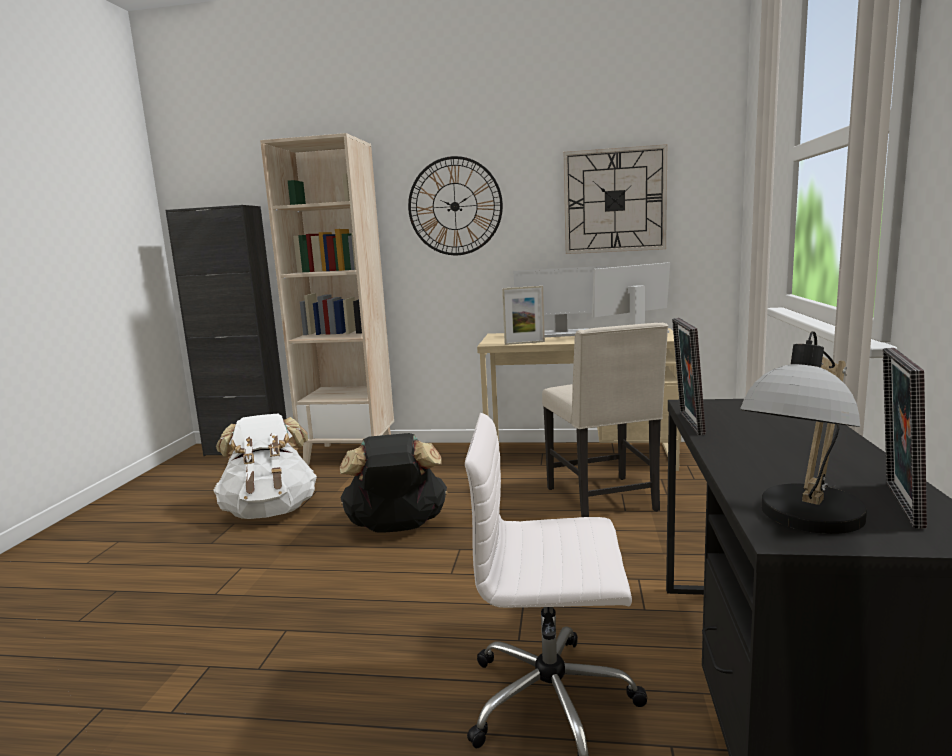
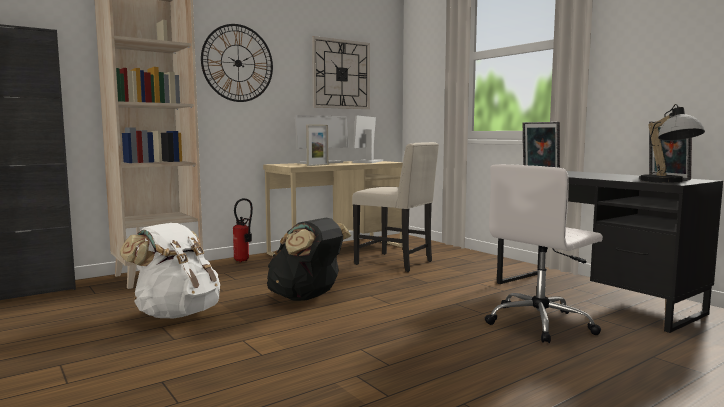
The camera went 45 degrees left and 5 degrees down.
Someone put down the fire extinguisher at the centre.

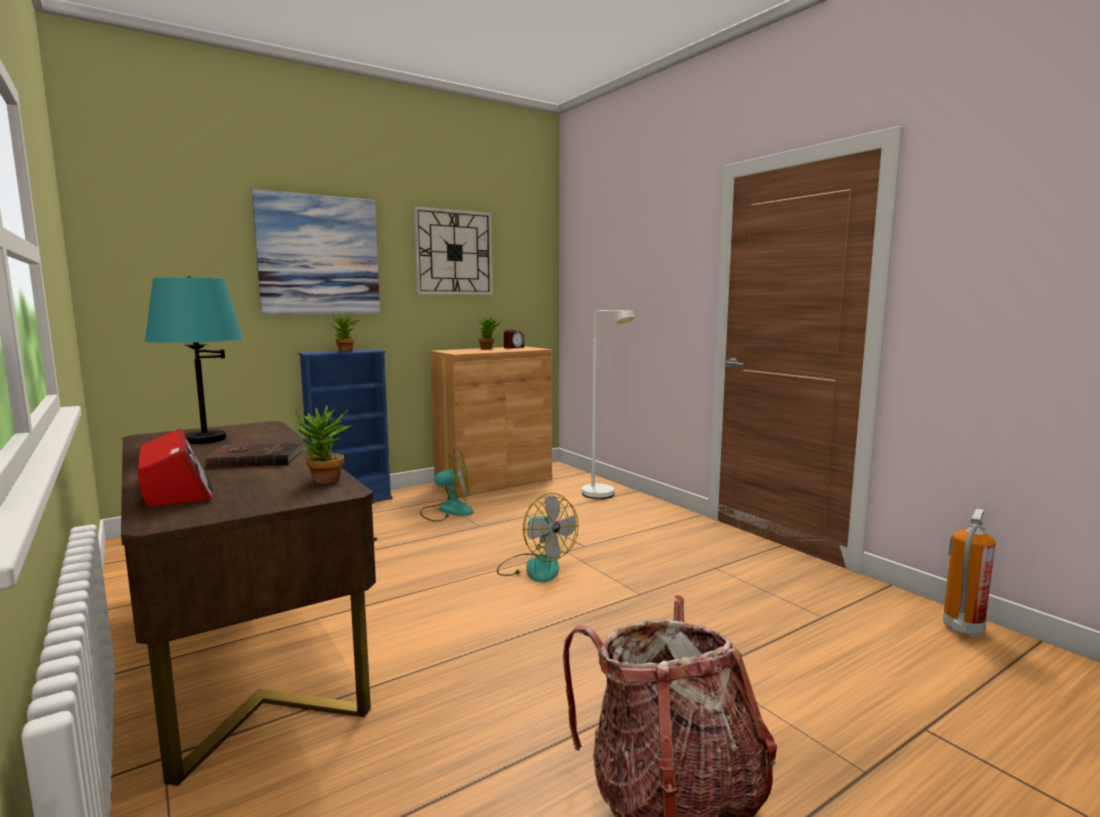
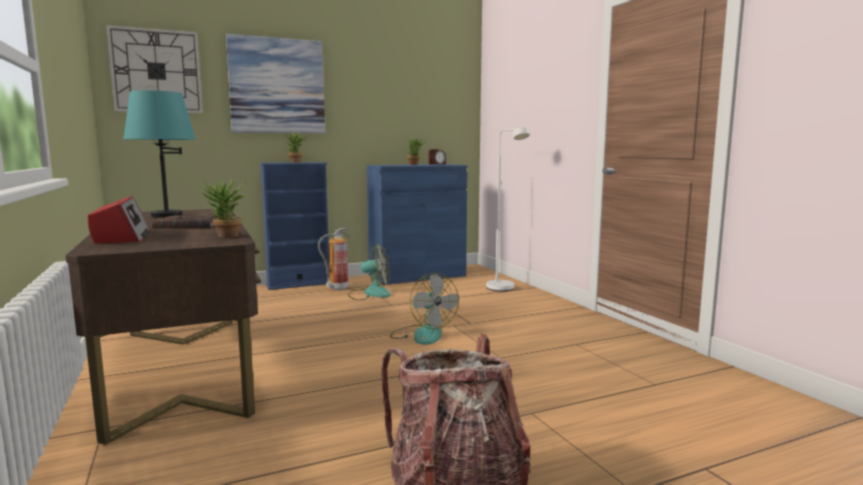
The camera went 10 degrees right and 0 degrees up.
Someone carried the clock on the wall from the top centre to the top left.
Someone repainted the cabinet (brown-coloured) at the centre, which became the cabinet (bluish) at the centre.
Someone carried the fire extinguisher from the bottom right to the centre.

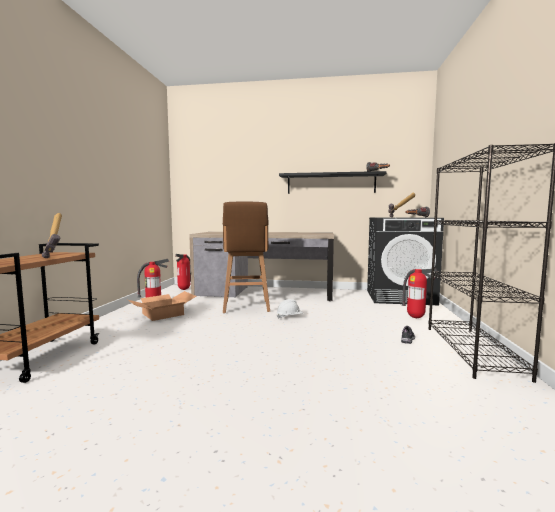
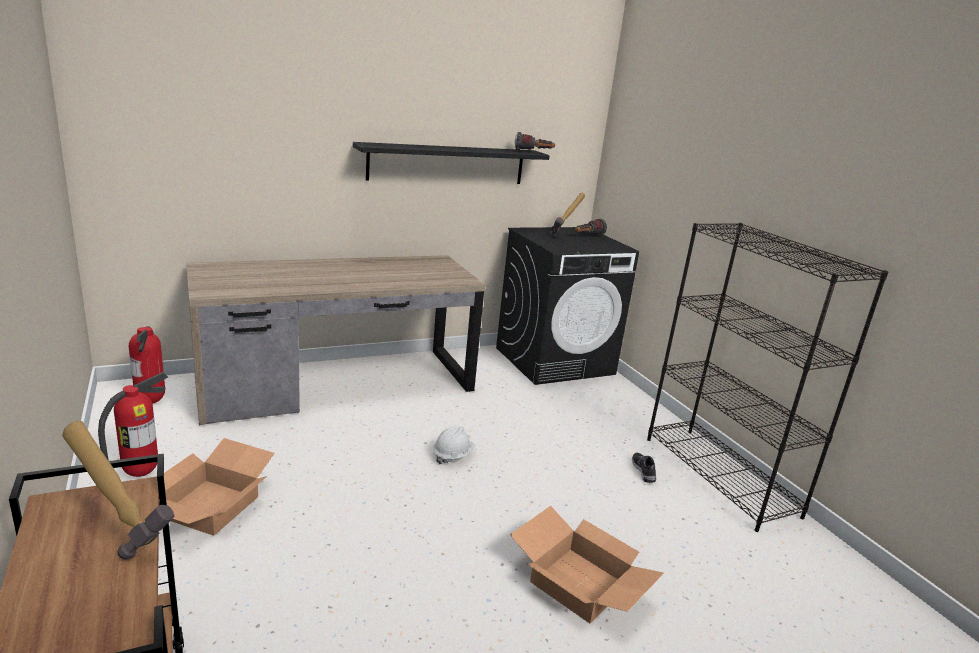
The camera went 35 degrees left and 15 degrees up.
Someone took away the stool (brown-coloured) at the centre.
Someone took away the fire extinguisher (3rd from left) at the middle right.
Someone put down the packing box (2nd from left) at the bottom centre.

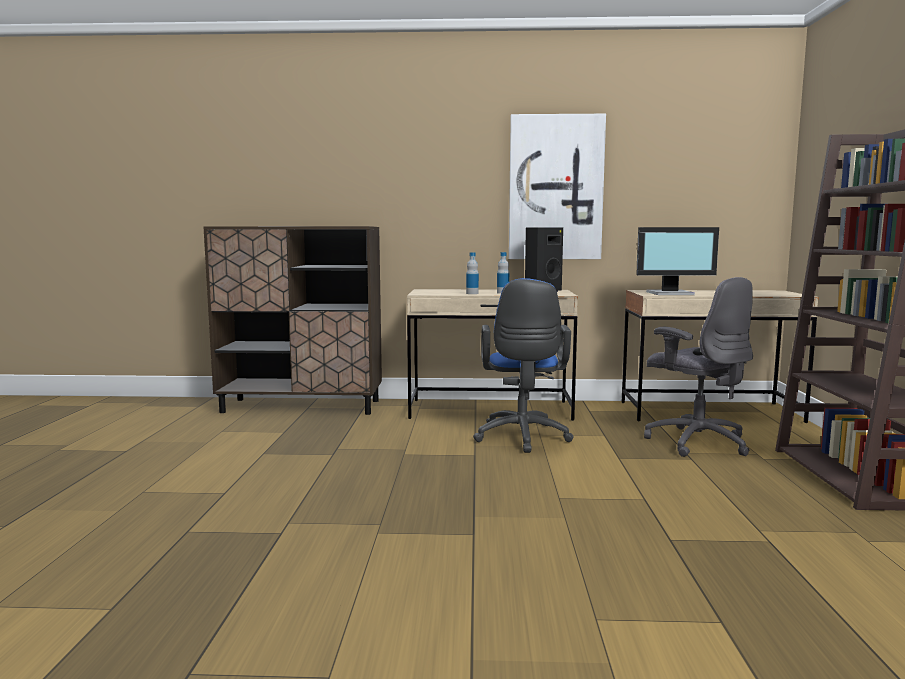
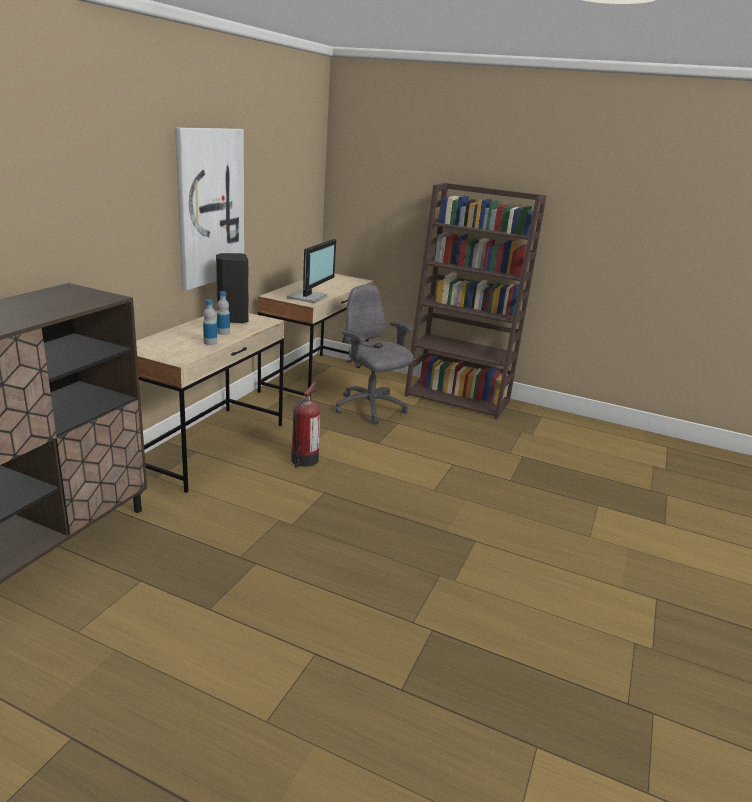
The camera went 70 degrees left and 15 degrees up.
Someone swapped the computer chair (bluish) at the centre for the fire extinguisher at the centre.
Someone rotated the computer chair (gray) at the middle right by 120 degrees counterclockwise.

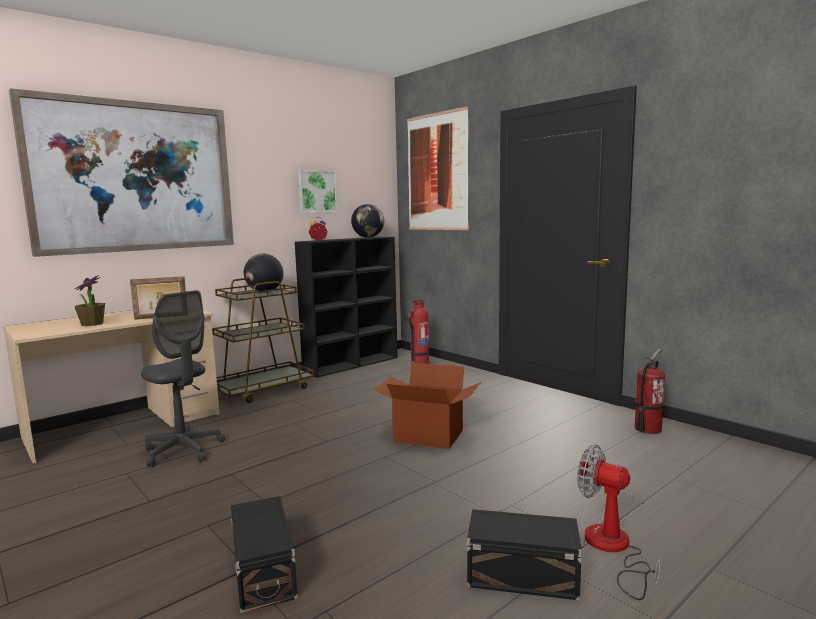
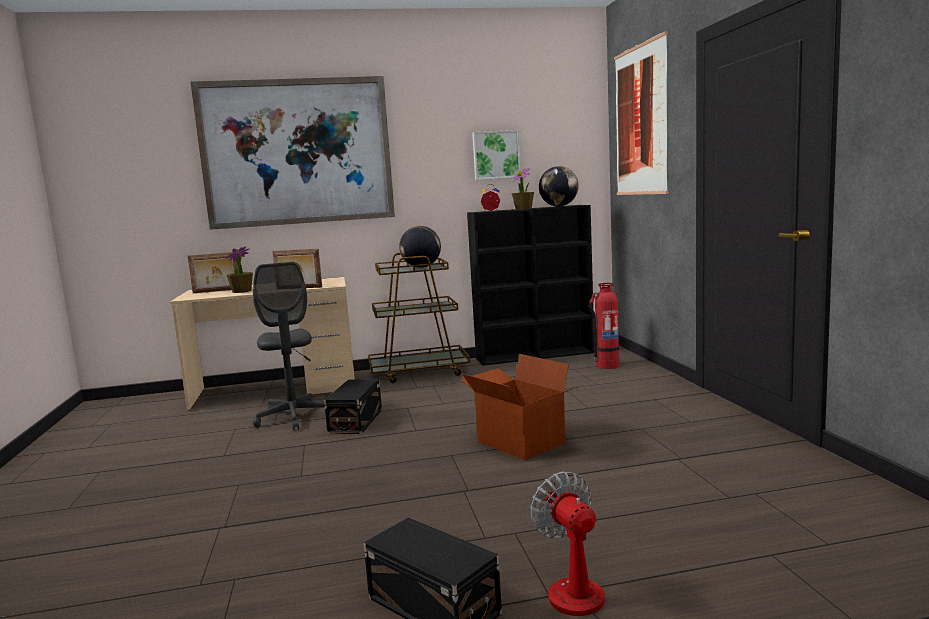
The camera went 30 degrees right and 0 degrees up.
Someone carried the storage bin (black-coloured) (1st from left) from the bottom left to the centre.
Someone took away the fire extinguisher (2nd from left) at the middle right.
Someone put down the standing frame (1st from left) at the middle left.
Someone put down the plant in a pot (2nd from left) at the top centre.

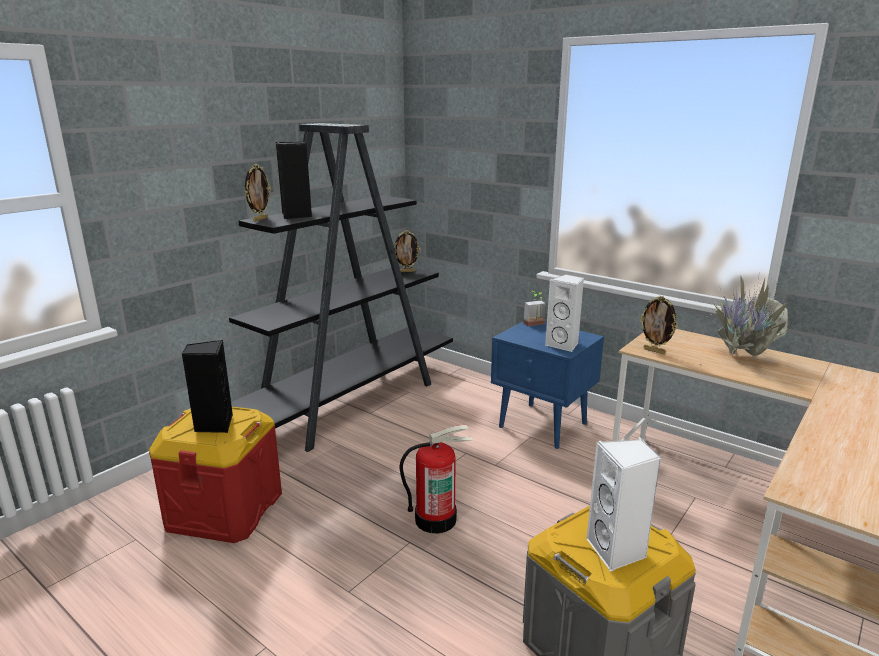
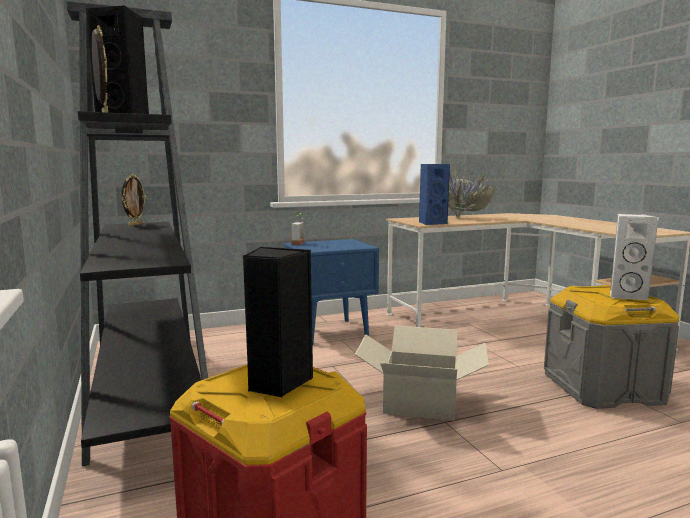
The camera went 60 degrees left and 10 degrees down.
Someone swapped the fire extinguisher at the bottom centre for the packing box at the bottom centre.
Someone took away the speaker (whitish) (1st from left) at the centre.
Someone swapped the standing frame (3rd from left) at the middle right for the speaker (bluish) at the centre.

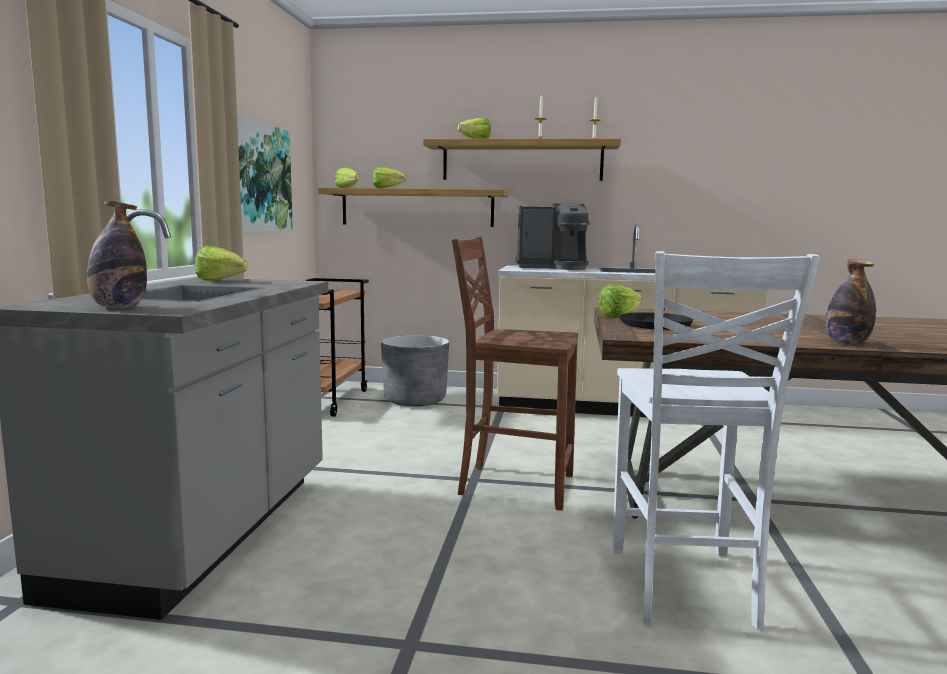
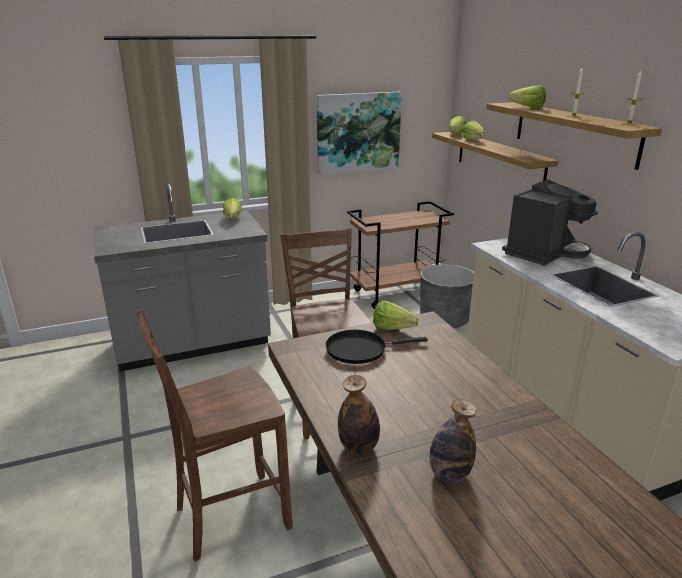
The camera went 60 degrees right and 15 degrees up.
Someone carried the bottle (1st from left in the first image) from the middle left to the bottom centre.
Someone rotated the coffee brewer at the centre by 105 degrees counterclockwise.
Someone repainted the plain chair (whitish) at the middle right, which became the plain chair (brown-coloured) (1st from left) at the bottom left.

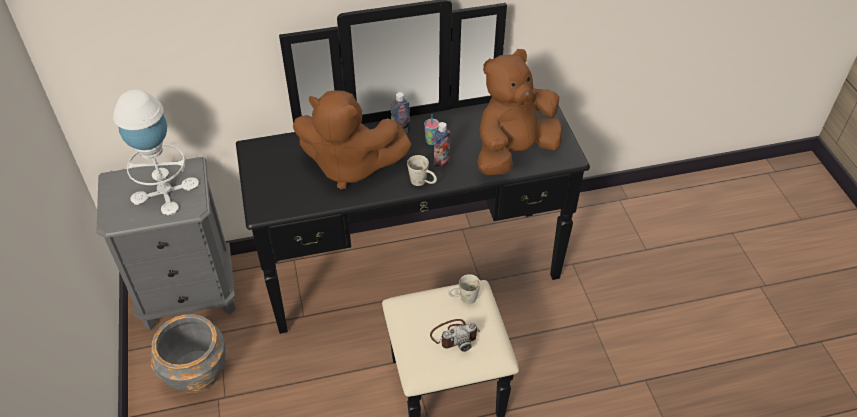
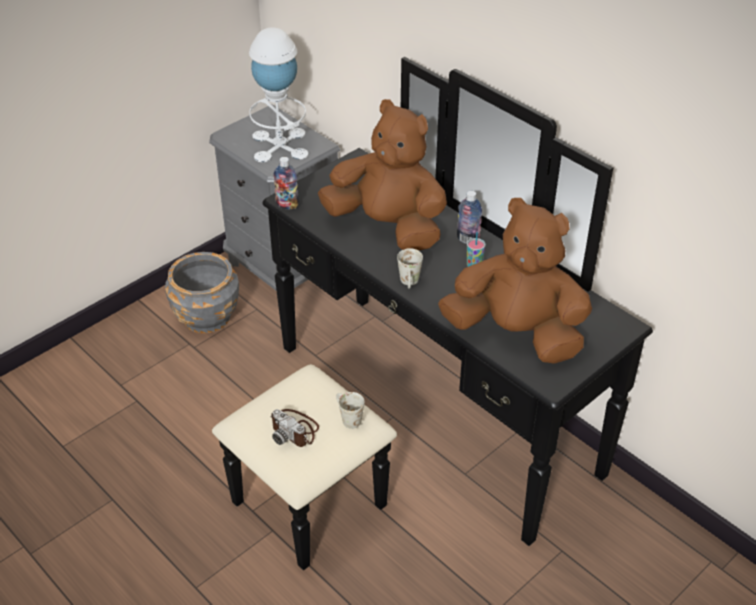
The camera went 60 degrees right and 5 degrees down.
Someone rotated the plush toy (brown-coloured) (1st from left) at the centre by 135 degrees clockwise.
Someone carried the bottle (2nd from left in the first image) from the centre to the top centre.

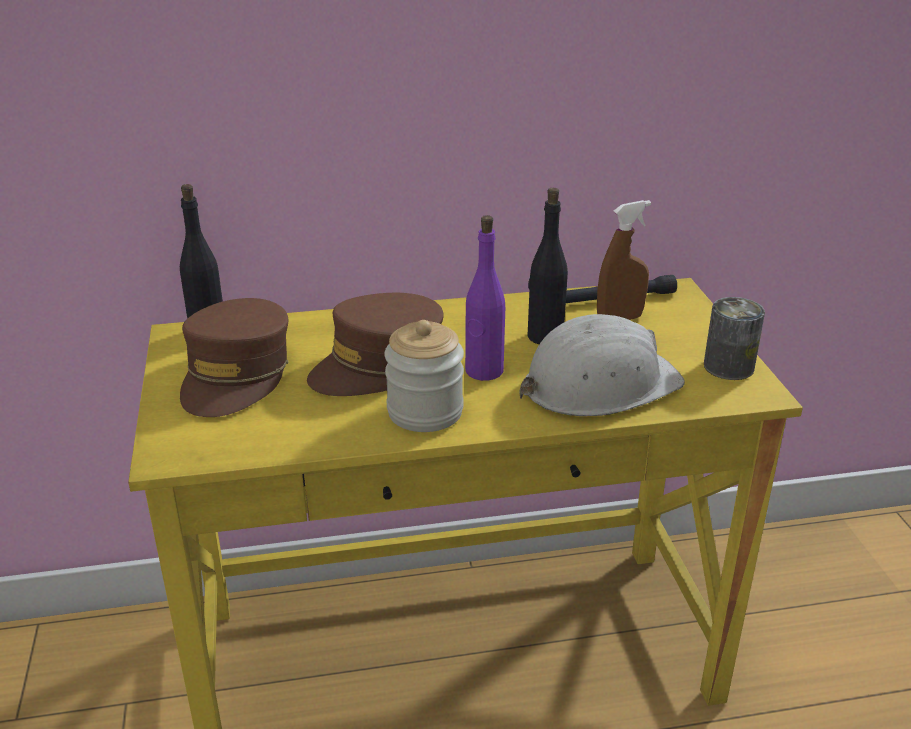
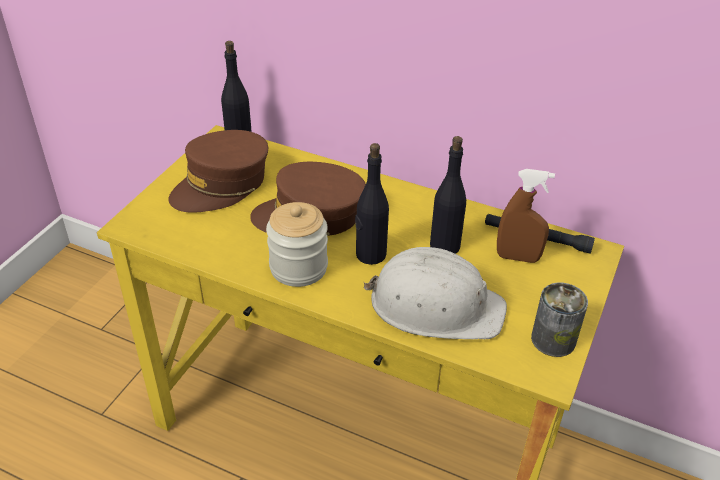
The camera went 35 degrees right and 10 degrees up.
Someone repainted the bottle (purple) at the centre, which became the bottle (black-coloured) (2nd from left) at the centre.

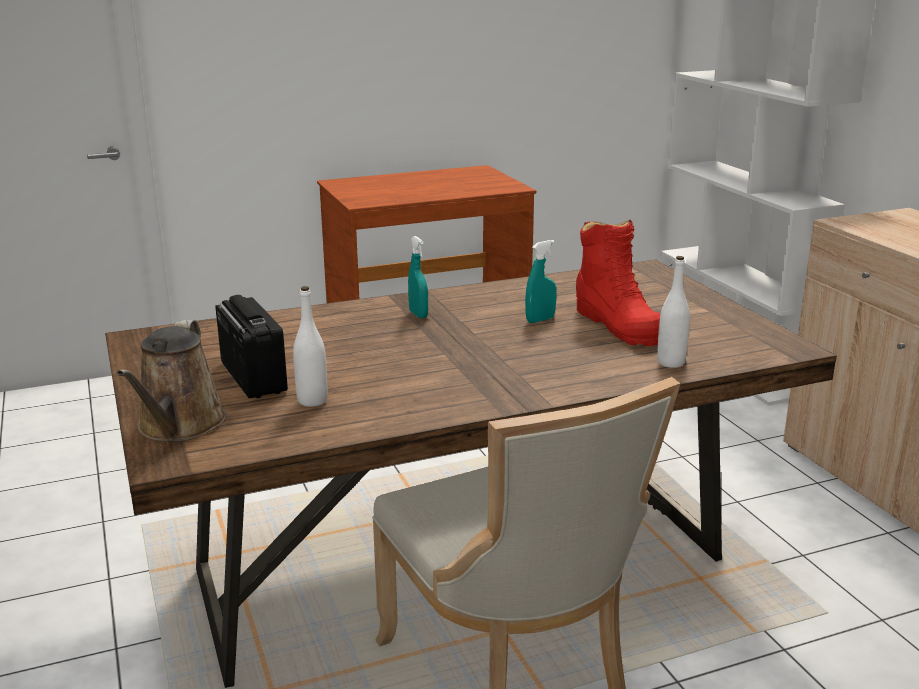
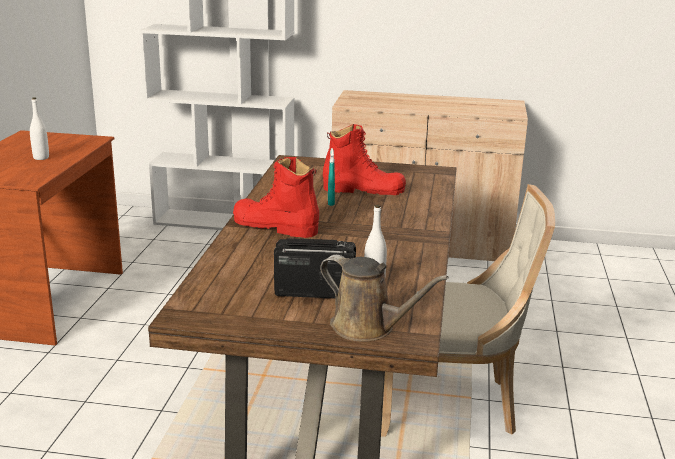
The camera went 60 degrees left and 0 degrees up.
Someone swapped the spray bottle (blue-green) (1st from left) at the centre for the boot (reddish) (1st from left) at the centre.
Someone carried the bottle (whitish) (2nd from left in the first image) from the middle right to the top left.

